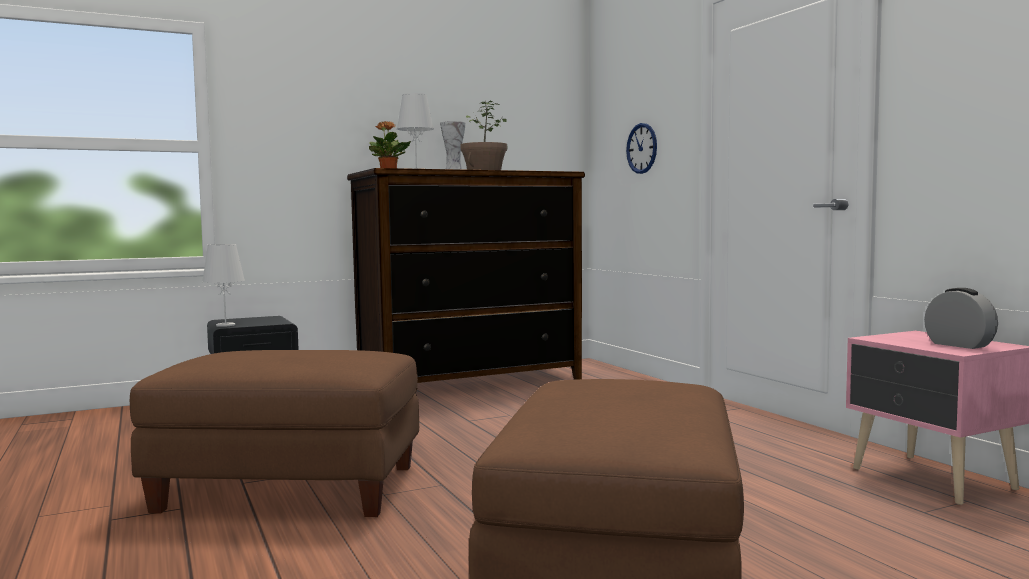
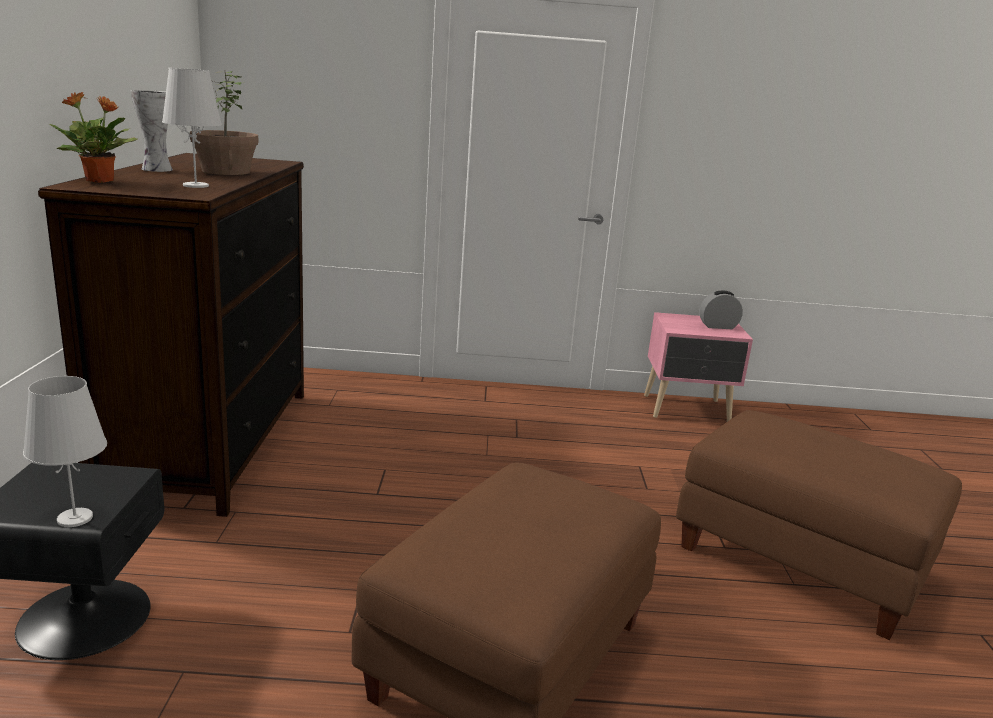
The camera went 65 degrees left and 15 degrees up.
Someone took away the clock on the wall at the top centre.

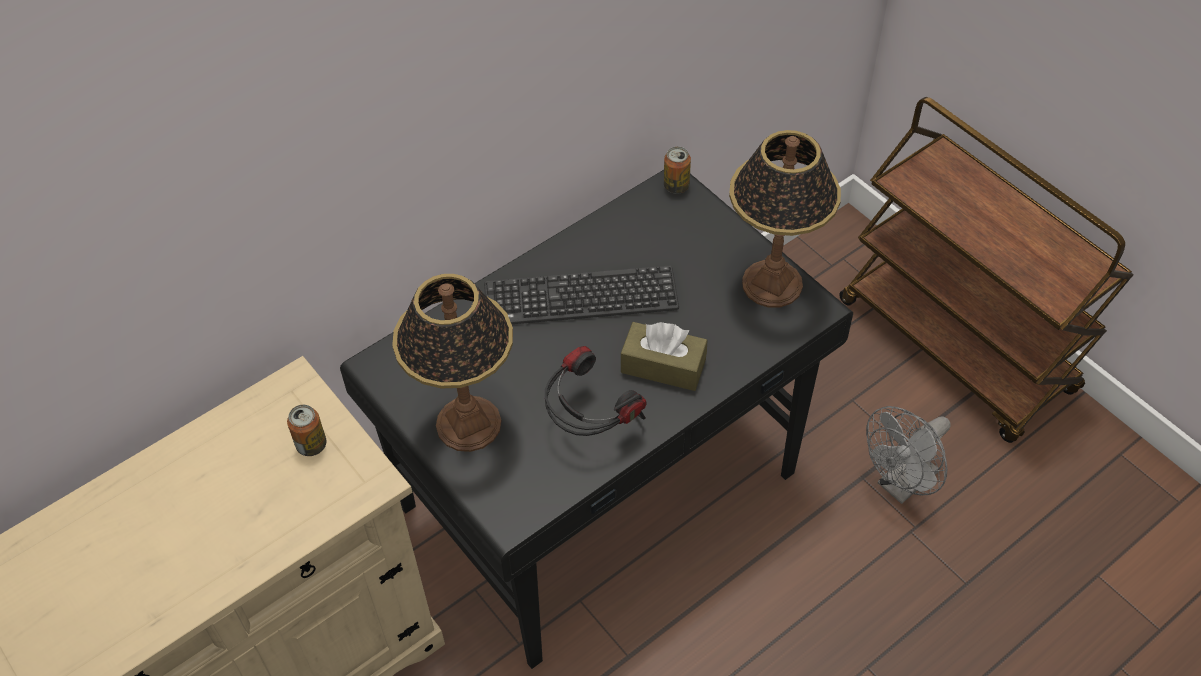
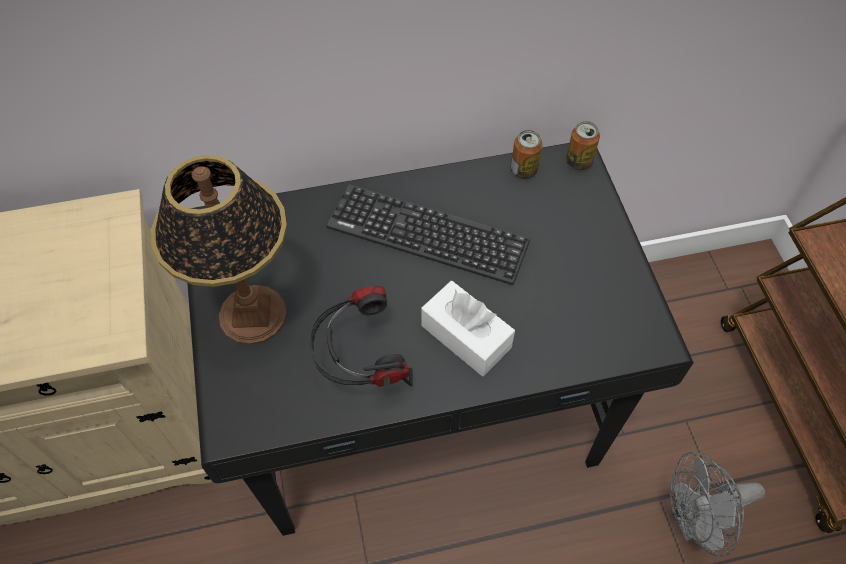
The camera went 25 degrees right and 5 degrees up.
Someone carried the can (1st from left) from the middle left to the top centre.
Someone repainted the box of tissues (brown-coloured) at the centre, which became the box of tissues (whitish) at the centre.
Someone took away the lamp for a table (2nd from left) at the top centre.

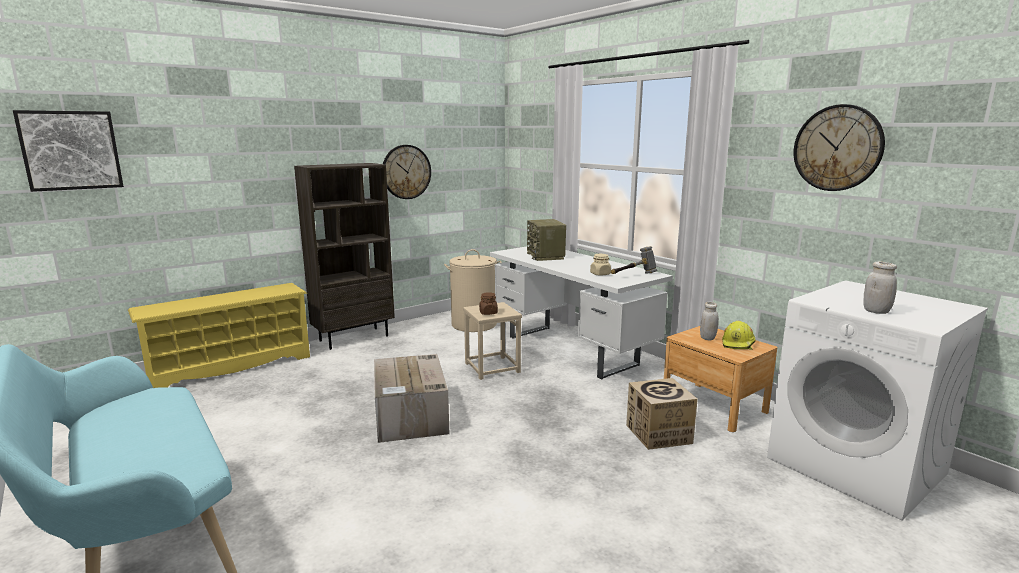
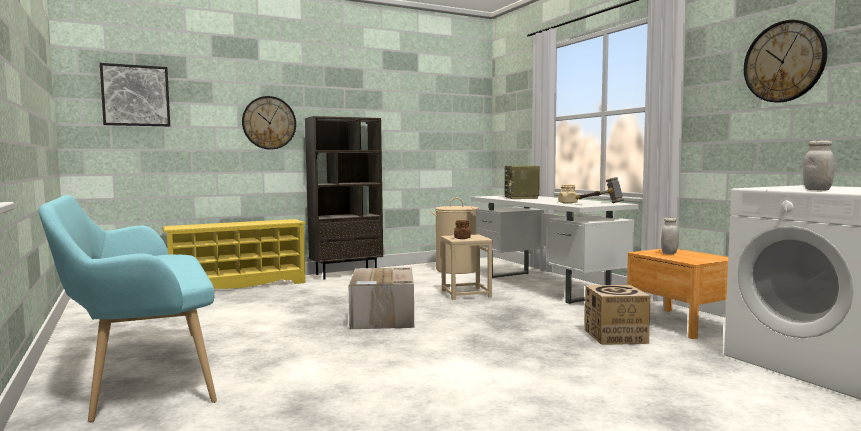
The camera went 10 degrees right and 10 degrees down.
Someone carried the clock on the wall (1st from left) from the top centre to the top left.
Someone took away the work helmet (yellow) at the middle right.

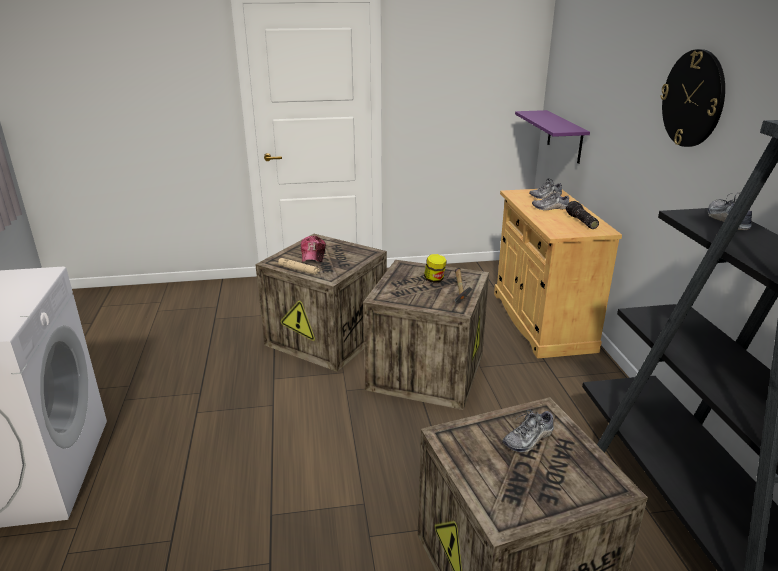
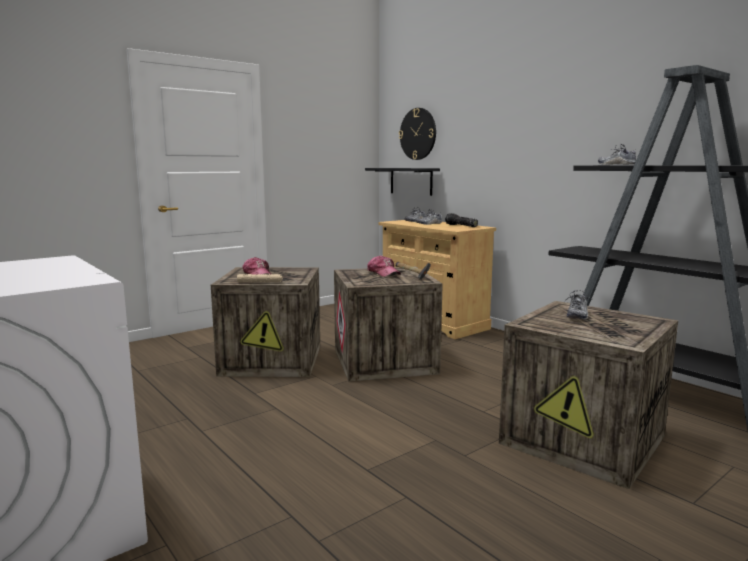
The camera went 30 degrees left and 15 degrees down.
Someone swapped the jar at the centre for the peaked cap (2nd from left) at the centre.
Someone repainted the bracket shelf (purple) at the top right, which became the bracket shelf (black-coloured) at the top centre.
Someone carried the clock on the wall from the top right to the top centre.

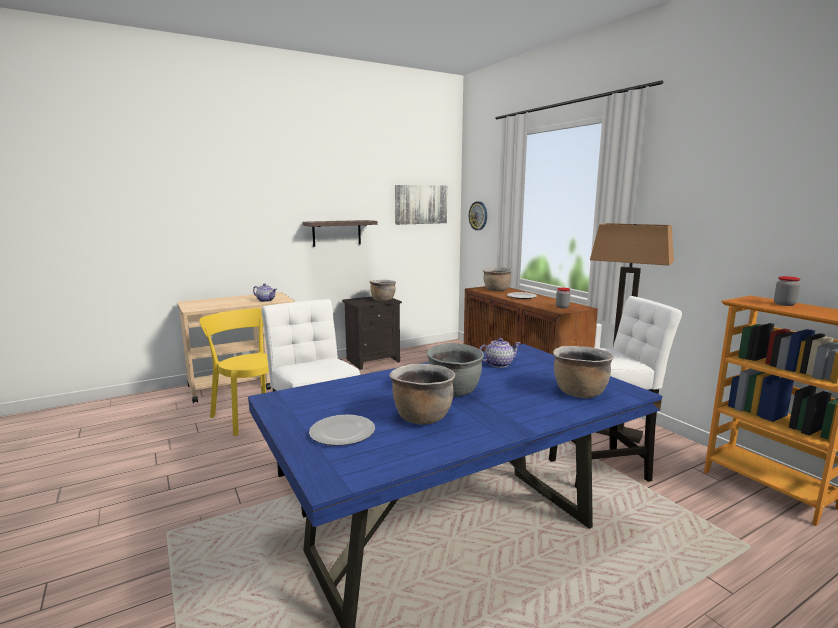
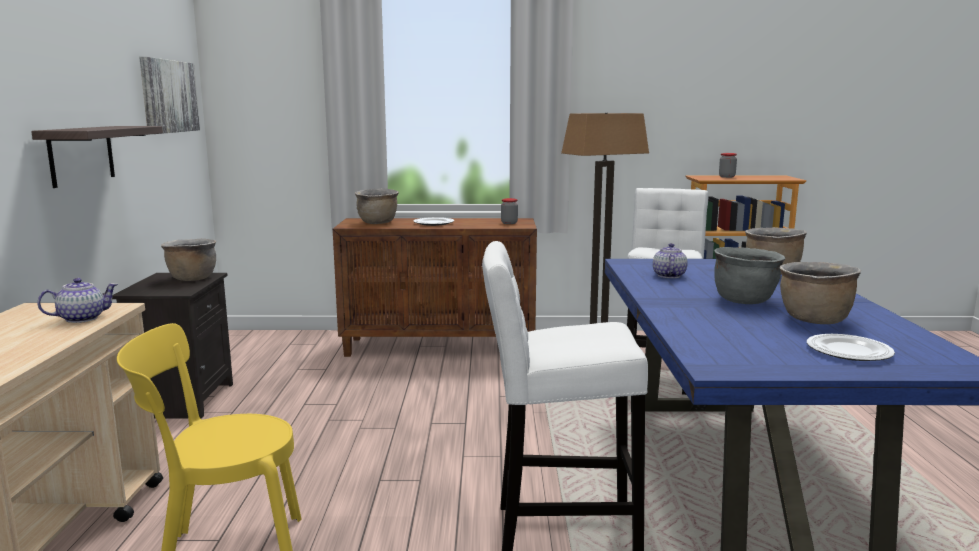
The camera went 60 degrees left and 0 degrees up.
Someone took away the clock on the wall at the centre.

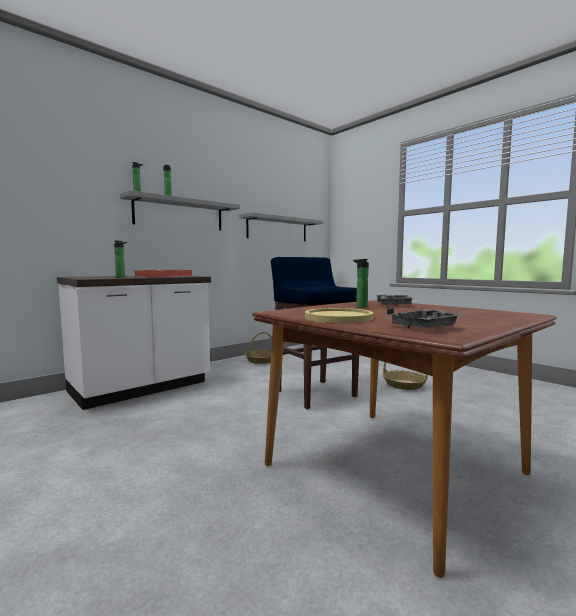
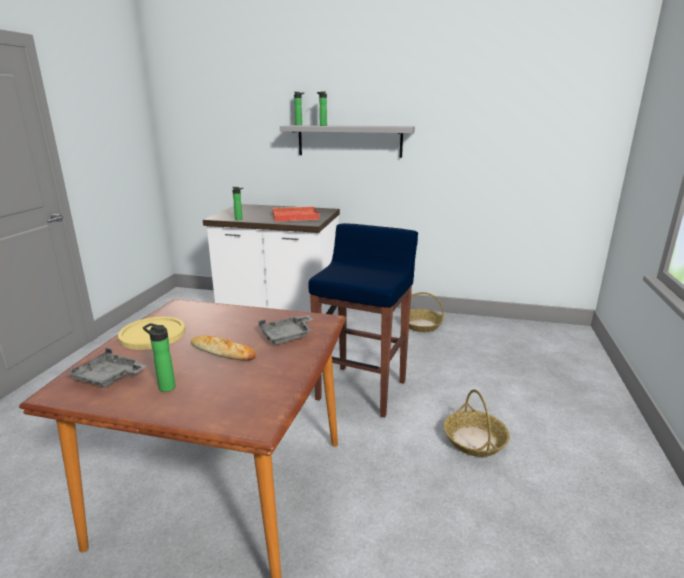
The camera went 55 degrees right and 15 degrees up.
Someone took away the bracket shelf (gray) (2nd from left) at the centre.
Someone carried the bottle (4th from left in the first image) from the centre to the middle left.
Someone put down the bakery bread at the middle left.

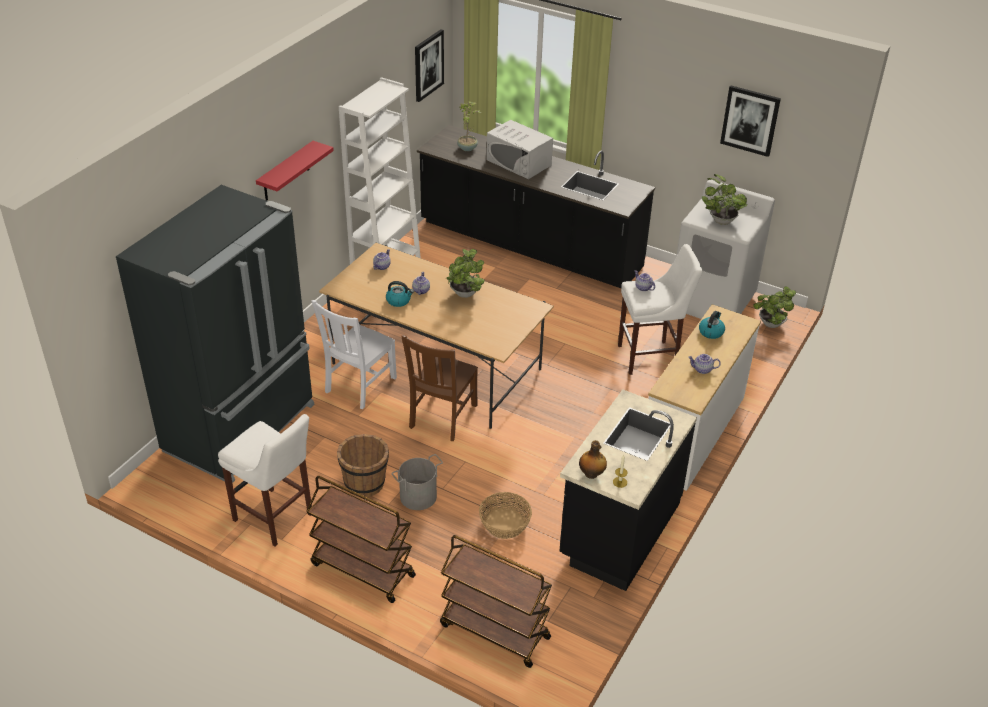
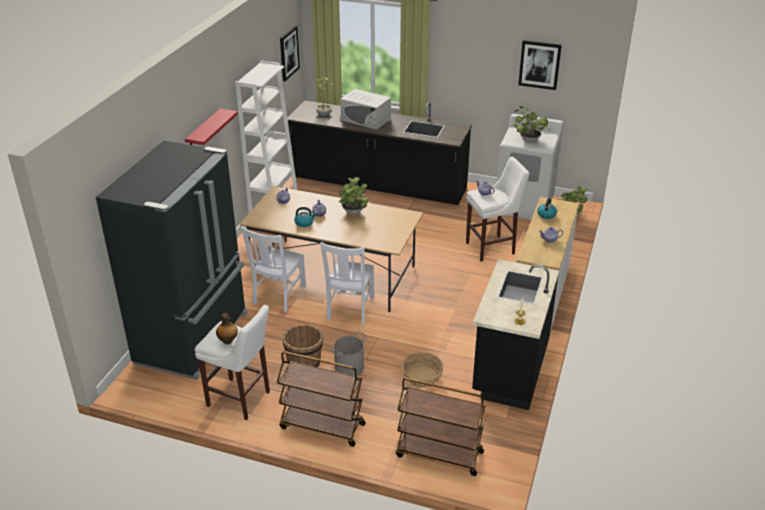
The camera went 10 degrees left and 5 degrees down.
Someone repainted the plain chair (brown-coloured) at the centre, which became the plain chair (whitish) (2nd from left) at the centre.
Someone carried the bottle from the centre to the middle left.

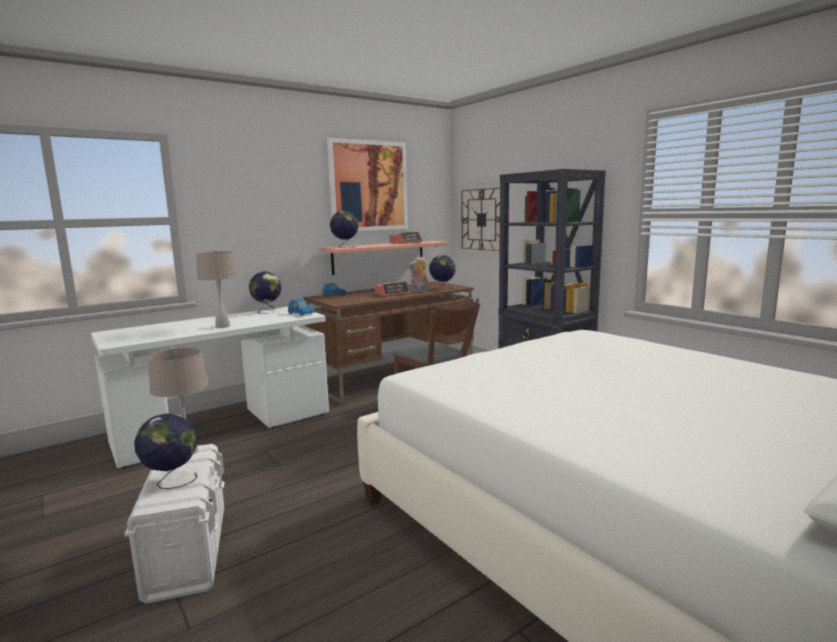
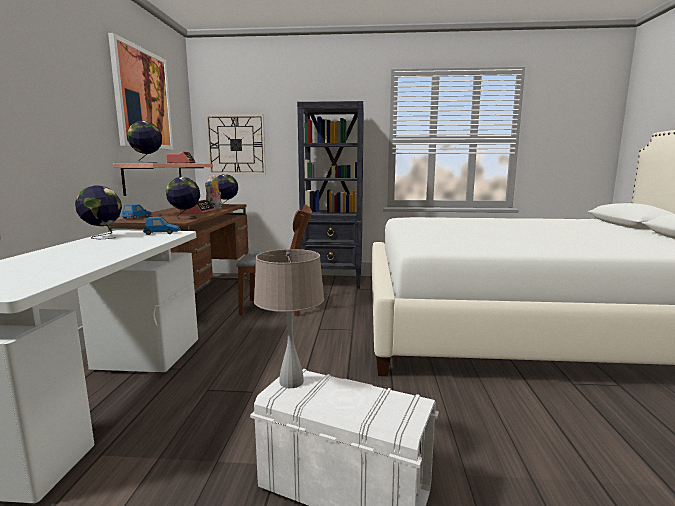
The camera went 50 degrees left and 0 degrees up.
Someone carried the globe (1st from left in the first image) from the bottom left to the middle left.
Someone took away the lamp for a table (sand-coloured) (2nd from left) at the middle left.

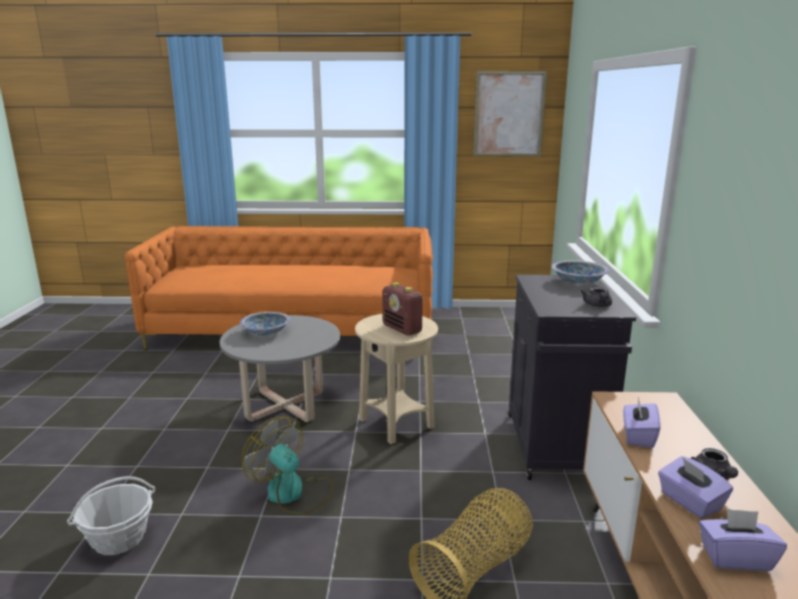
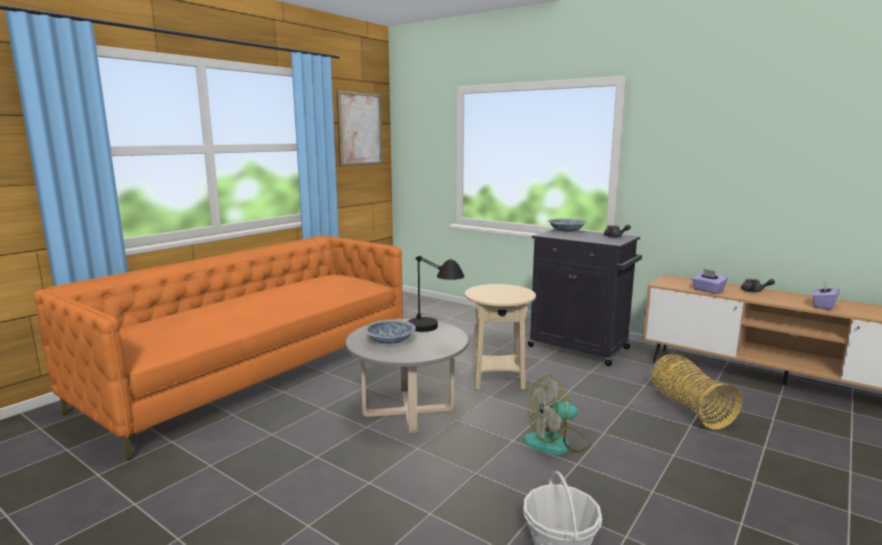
The camera went 55 degrees left and 5 degrees down.
Someone took away the radio set at the centre.
Someone took away the box of tissues (purple) (2nd from left) at the bottom right.
Someone put down the lamp for a table (black-coloured) at the centre.

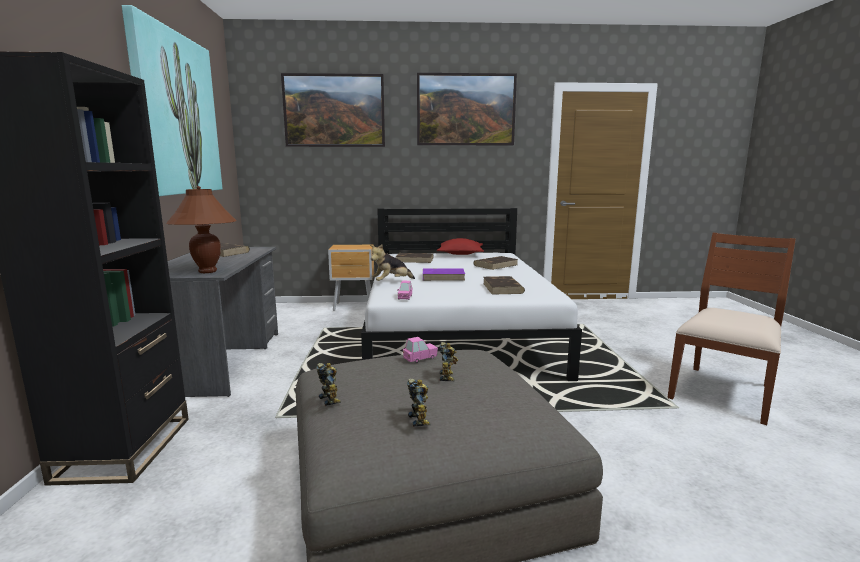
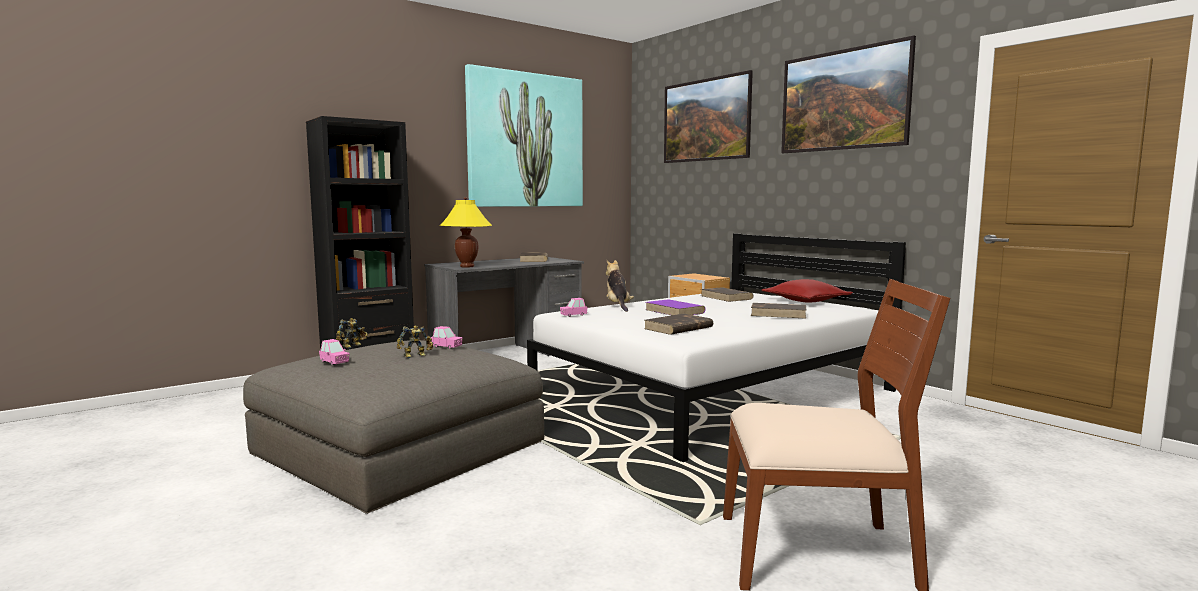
The camera went 55 degrees right and 5 degrees down.
Someone repainted the lamp for a table (brown-coloured) at the middle left, which became the lamp for a table (yellow) at the centre.
Someone rotated the plush toy at the centre by 60 degrees clockwise.
Someone swapped the robot figure (2nd from left) at the bottom centre for the miniature car (pinkish) (1st from left) at the middle left.

